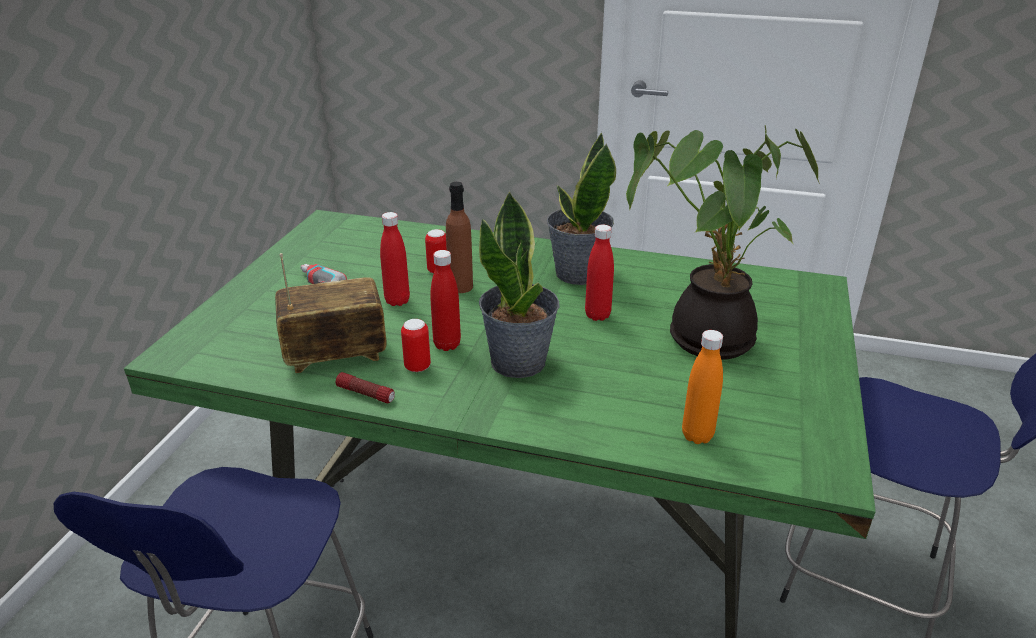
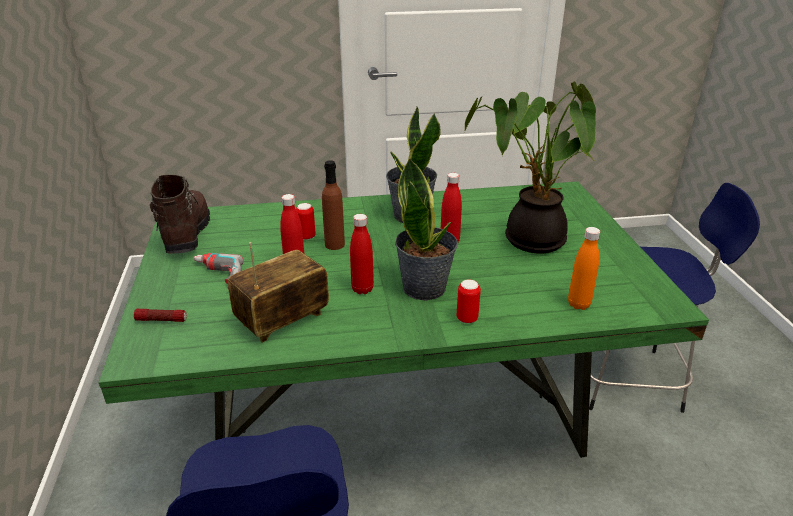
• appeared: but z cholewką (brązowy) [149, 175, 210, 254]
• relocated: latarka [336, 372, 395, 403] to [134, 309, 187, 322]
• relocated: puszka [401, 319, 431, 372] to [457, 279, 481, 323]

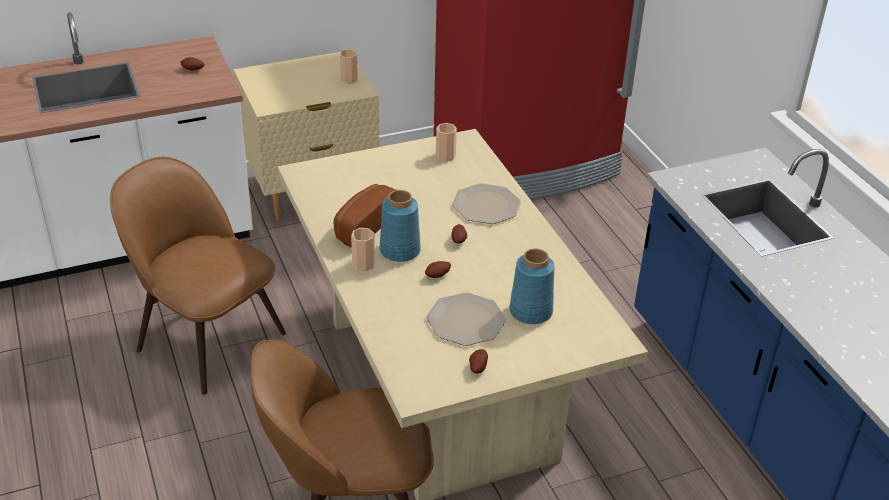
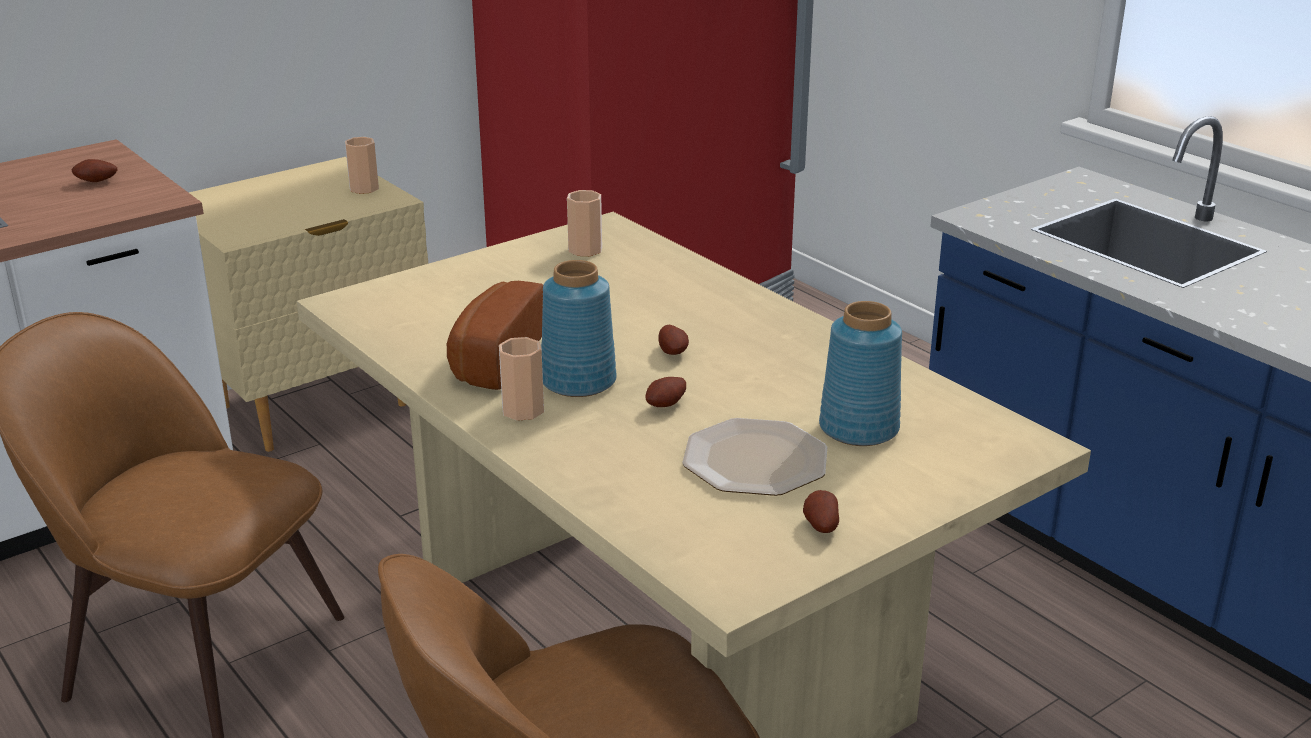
• missing: talerz [452, 183, 521, 224]

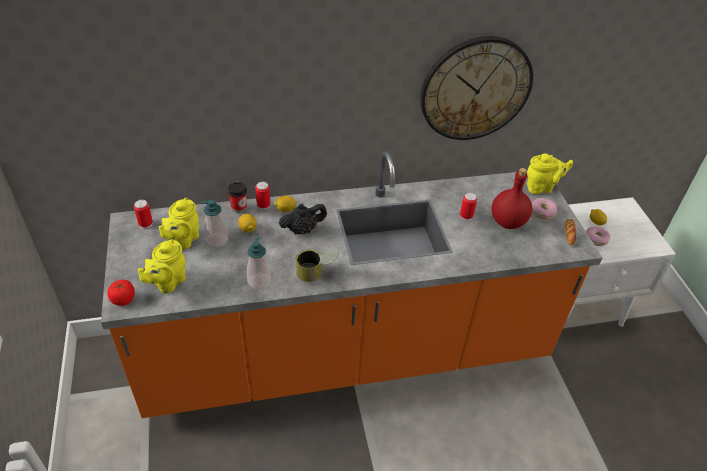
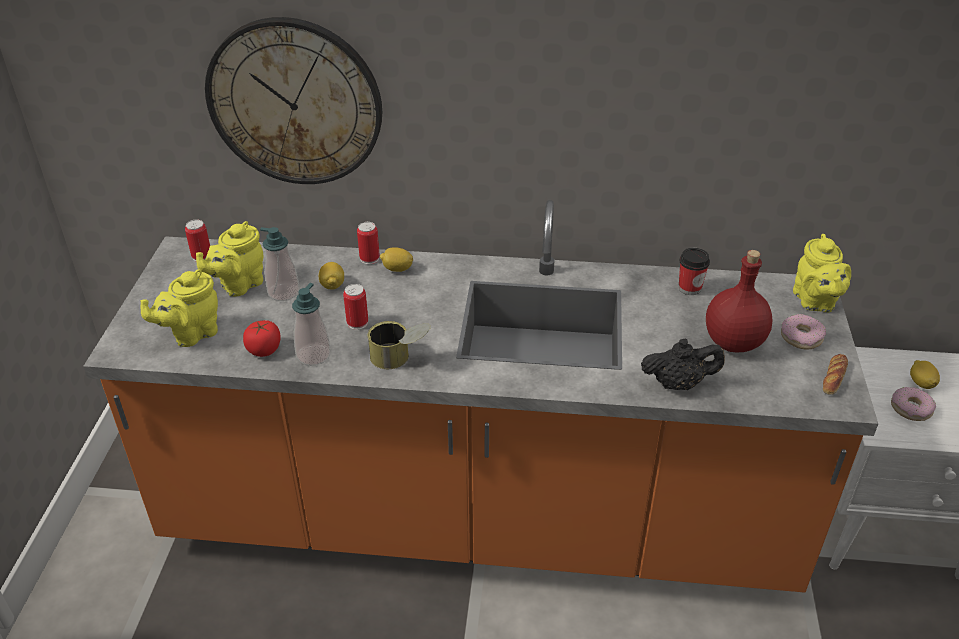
• relocated: pomidor [107, 280, 135, 306] to [243, 320, 280, 357]
• relocated: filiżanka [227, 182, 247, 213] to [679, 248, 710, 295]
• relocated: imbryk (czarny) [279, 204, 327, 234] to [641, 339, 725, 390]
• relocated: zegar ścienny [420, 36, 533, 140] to [205, 17, 382, 184]
• relocated: puszka [460, 193, 477, 221] to [343, 284, 368, 330]
• spun: imbryk (żółty) [527, 153, 573, 194] = [793, 234, 851, 312] 75 degrees clockwise

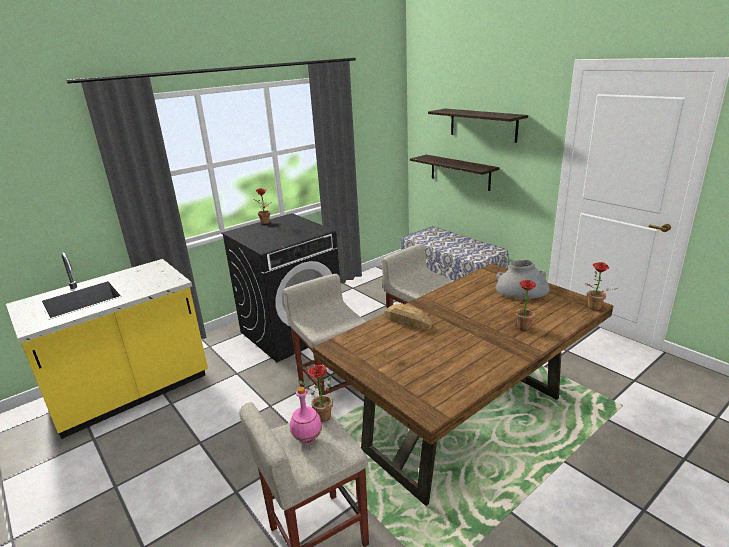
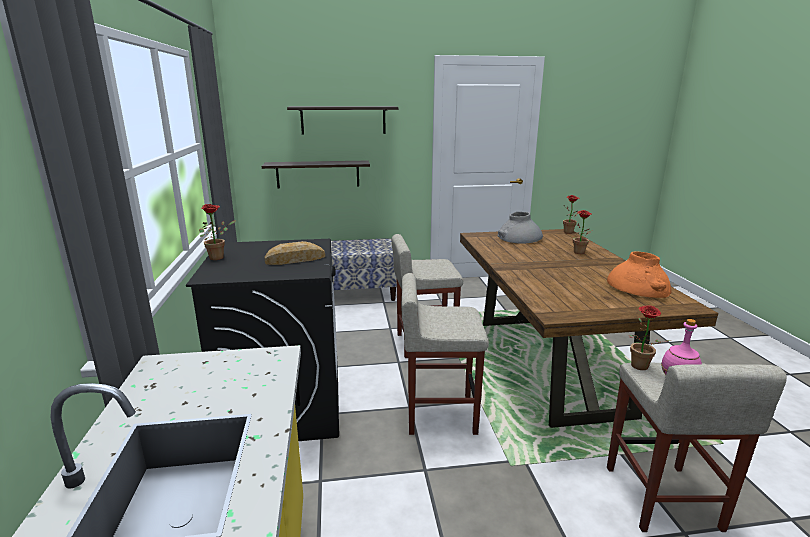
• appeared: wazon (pomarańczowy) [607, 252, 671, 298]
• relocated: chleb [385, 304, 432, 330] to [264, 241, 325, 265]

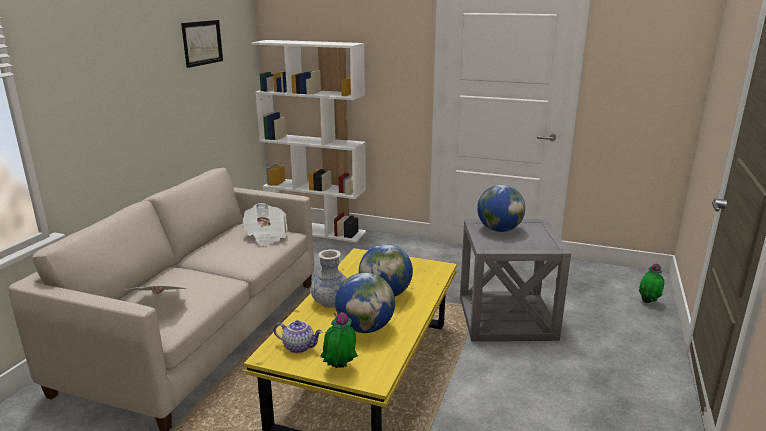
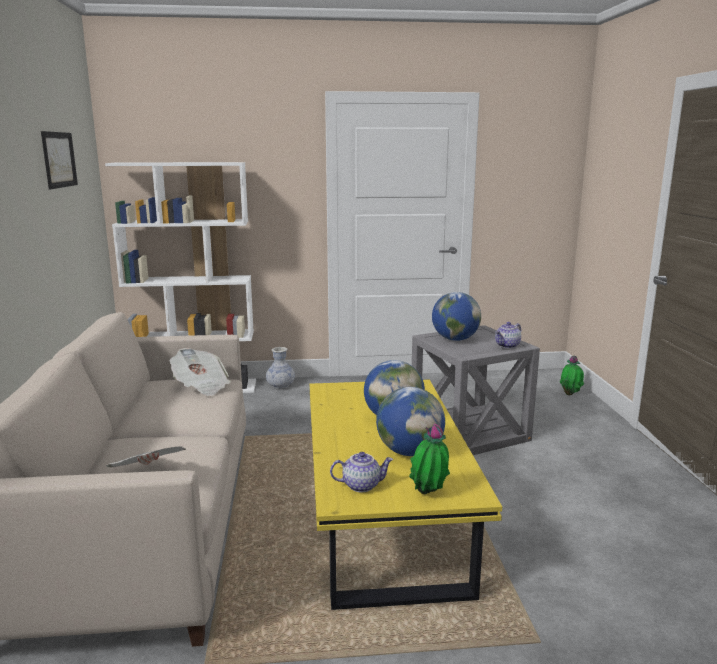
• appeared: imbryk [495, 322, 521, 349]
• relocated: wazon [311, 249, 347, 308] to [266, 347, 295, 389]

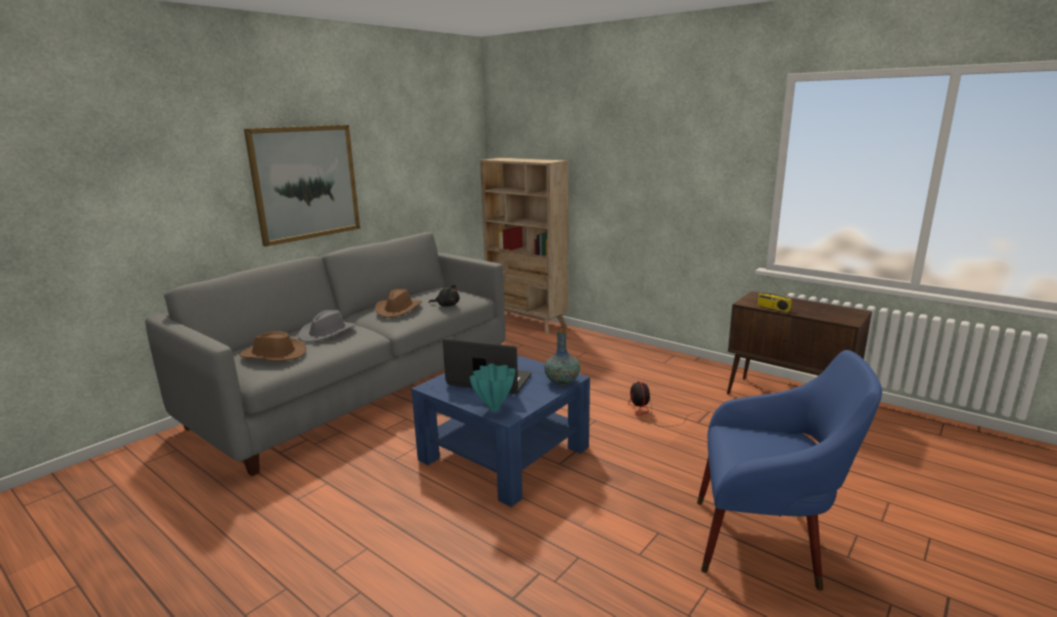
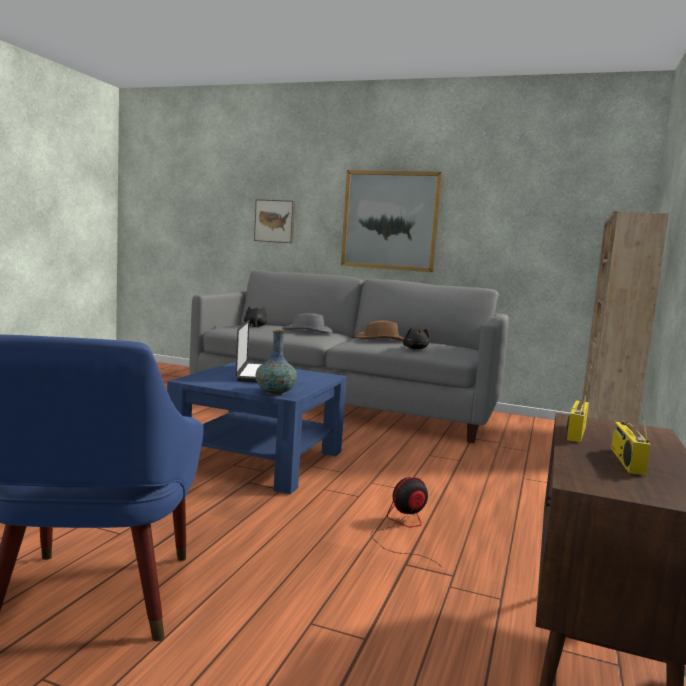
• missing: wazon (turkusowy) [470, 363, 515, 411]
• appeared: obraz [254, 199, 295, 243]
• appeared: radio [611, 381, 651, 475]
• exchanged: kapelusz (brązowy) [240, 331, 306, 361] to pluszak (czarny) [244, 306, 267, 327]

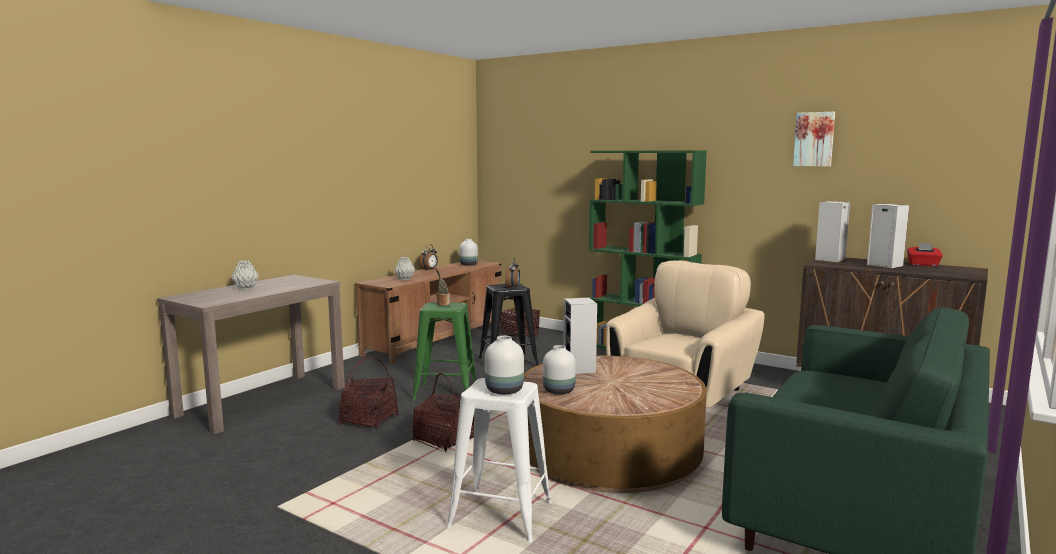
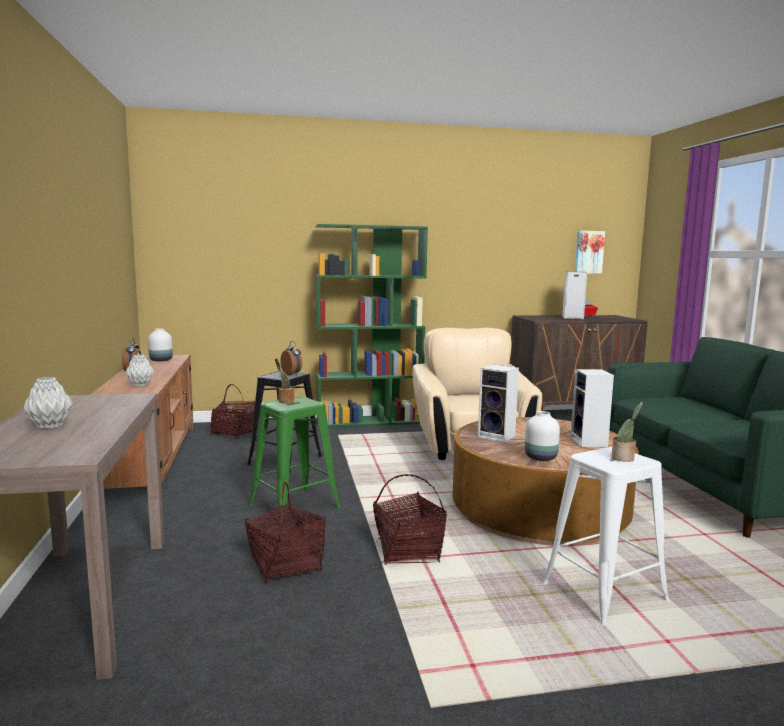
• relocated: obraz [793, 112, 835, 167] to [575, 231, 605, 274]
• relocated: głośnik [815, 201, 850, 262] to [570, 369, 614, 447]
• exchanged: wazon (biały) [485, 336, 524, 394] to roślina doniczkowa [611, 402, 642, 462]

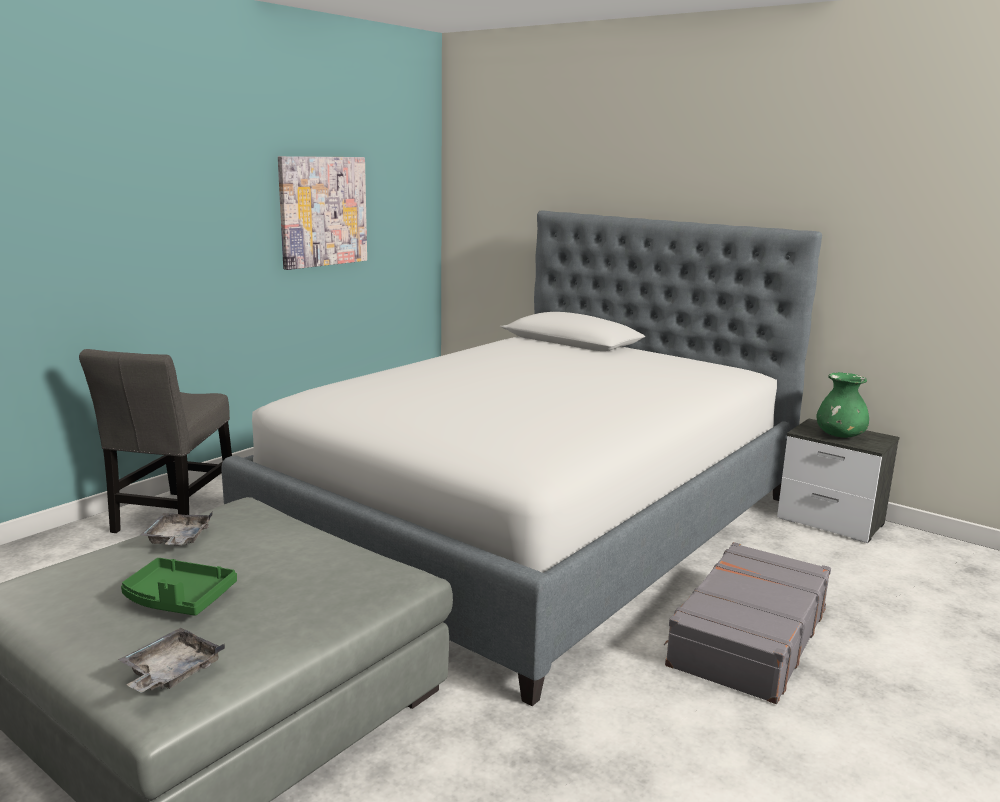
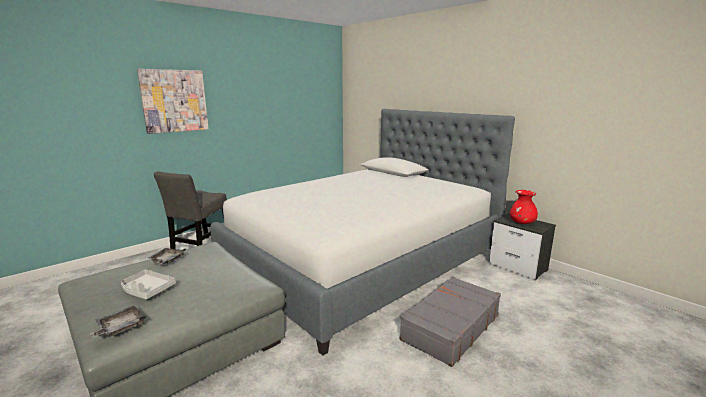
• relocated: obraz [278, 156, 367, 270] to [137, 69, 209, 134]
• colour: taca (zielony) [121, 558, 237, 616] to taca (szary) [121, 270, 176, 300]
• colour: wazon (zielony) [816, 372, 869, 438] to wazon (czerwony) [510, 190, 538, 224]

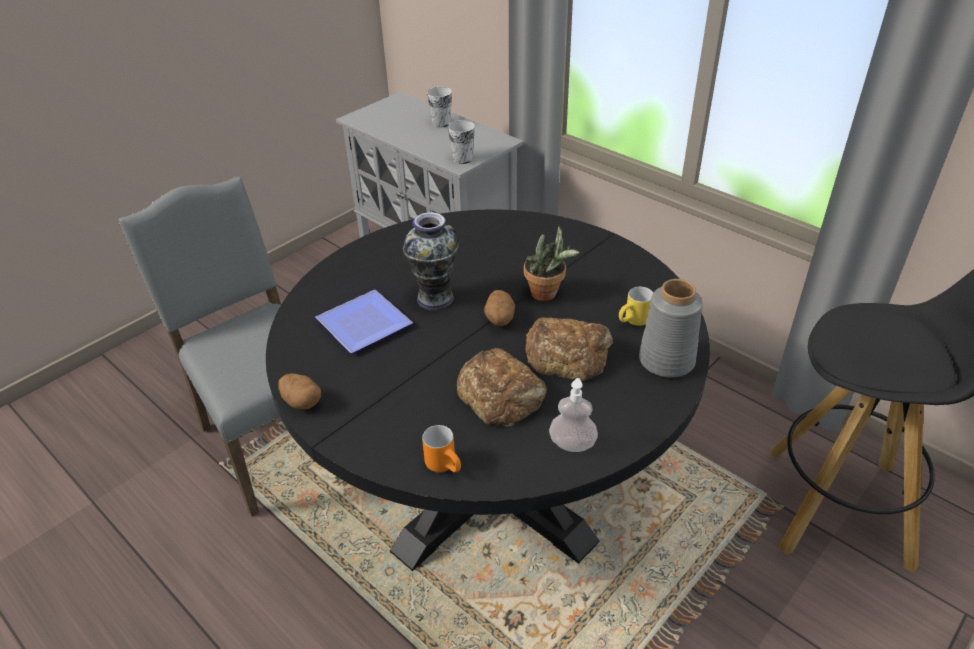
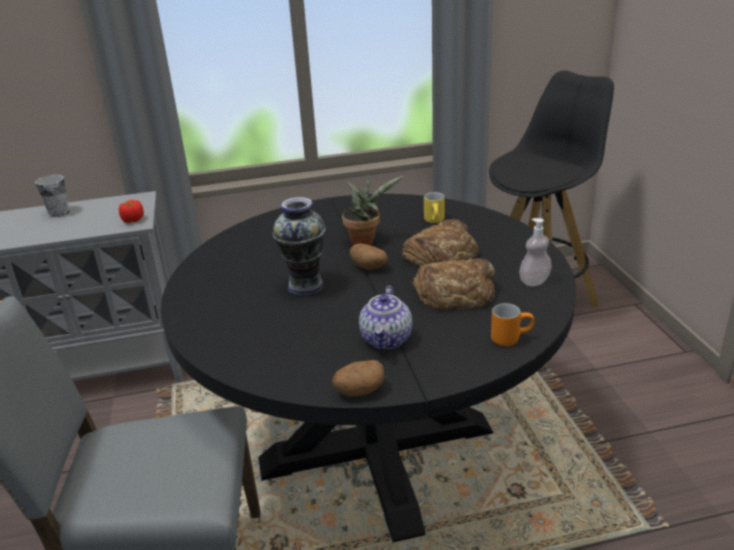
• missing: talerz [315, 290, 413, 353]
• missing: wazon (szary) [639, 279, 703, 378]
• appeared: imbryk [359, 286, 412, 350]
• exchanged: filiżanka [448, 120, 475, 164] to pomidor [119, 200, 144, 223]

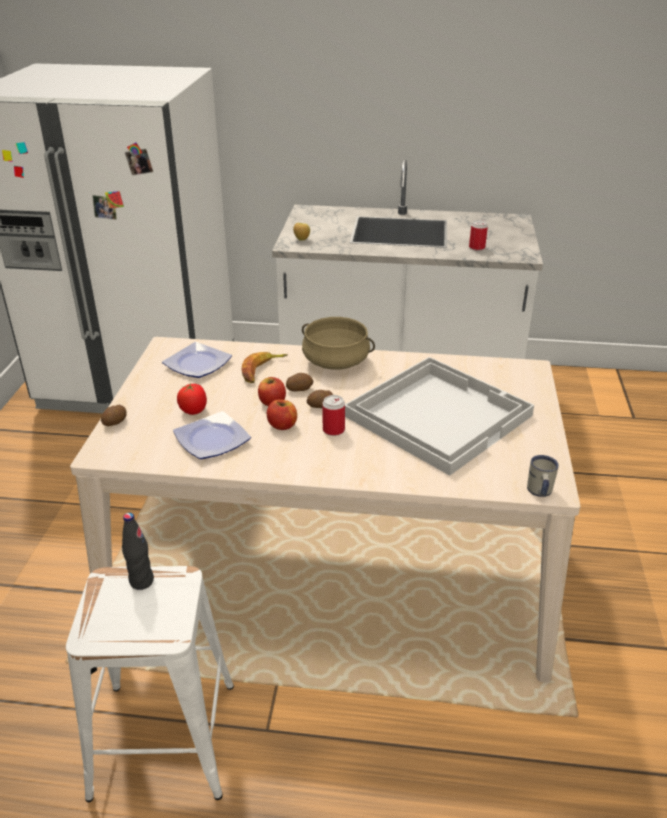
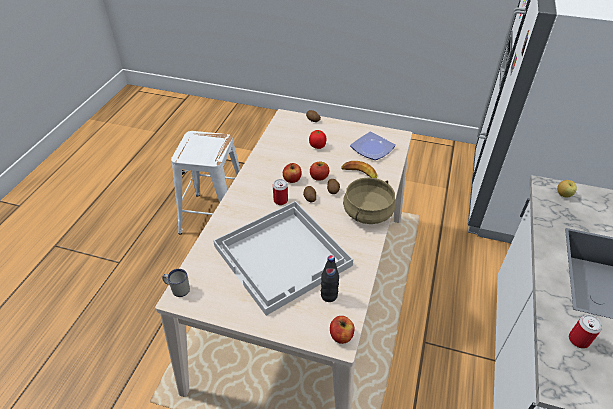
• missing: talerz [173, 411, 251, 459]
• appeared: jabłko [330, 316, 355, 344]
• relocated: butelka (czarny) [122, 513, 154, 590] to [321, 255, 339, 302]

